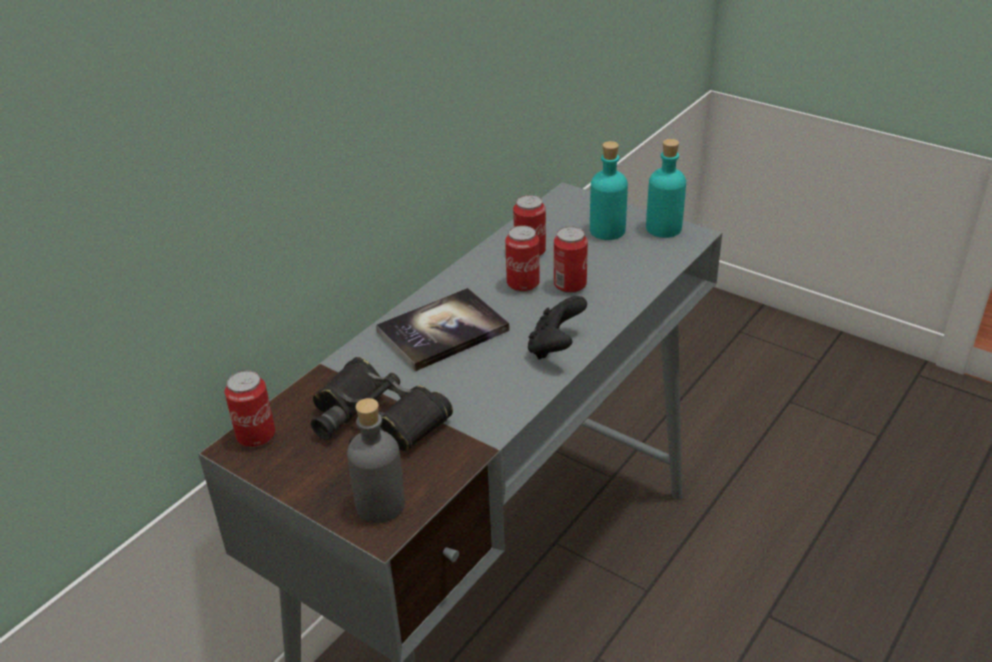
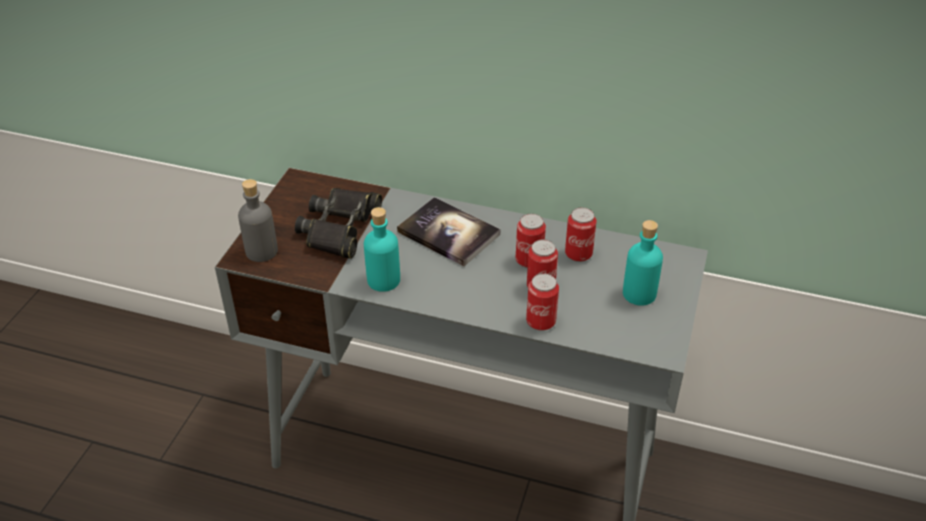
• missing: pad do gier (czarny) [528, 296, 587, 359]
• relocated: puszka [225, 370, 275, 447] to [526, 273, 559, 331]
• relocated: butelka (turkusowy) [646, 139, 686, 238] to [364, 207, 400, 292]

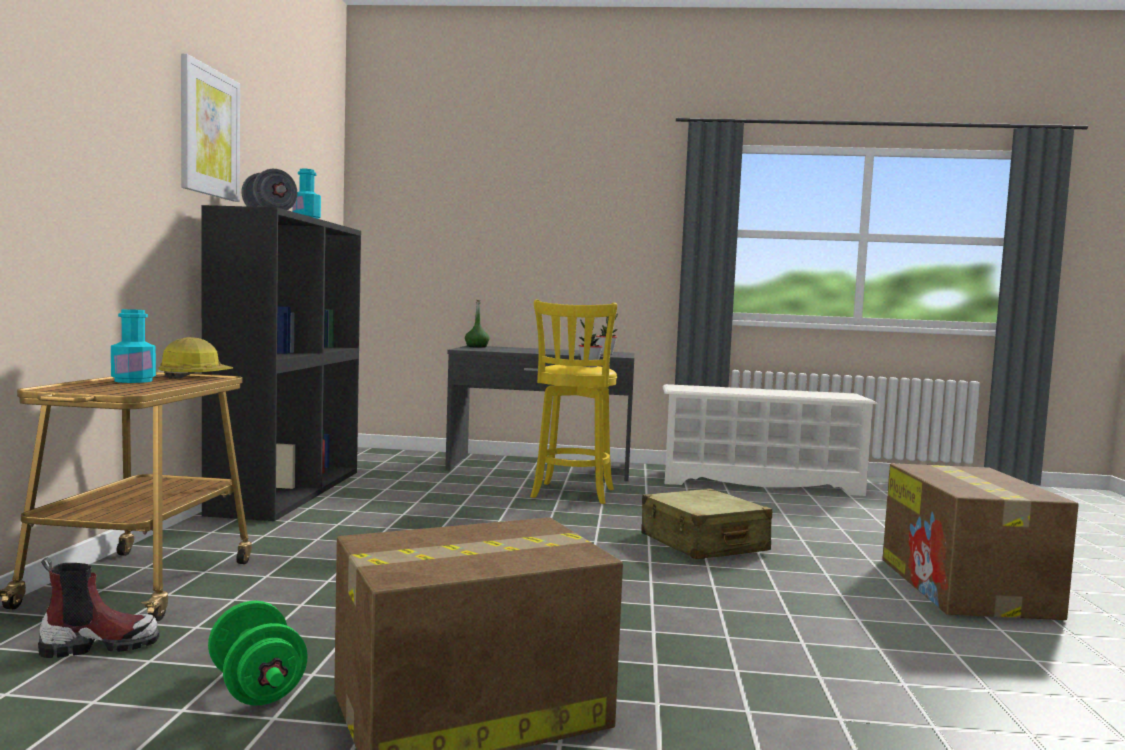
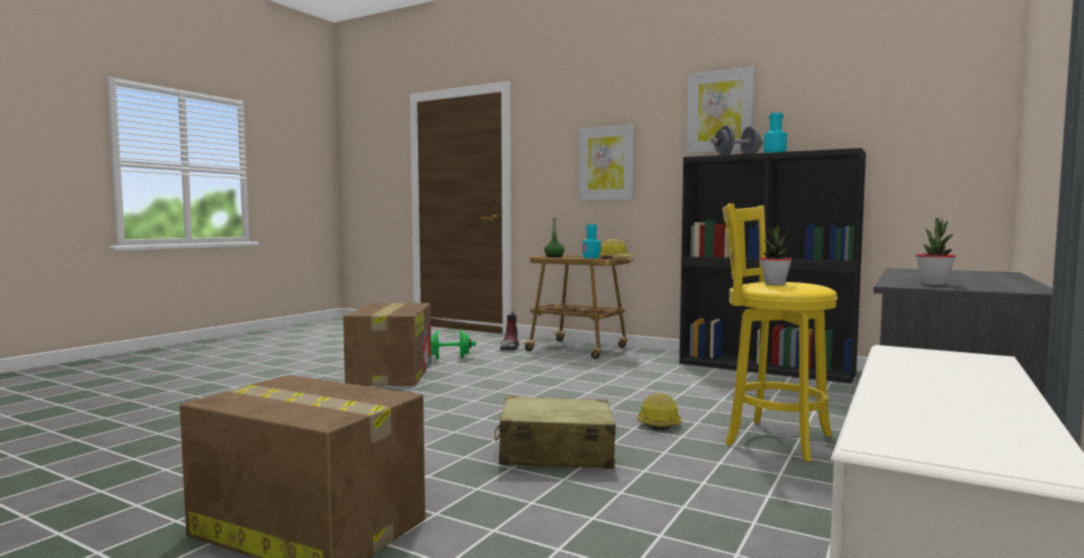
• appeared: obraz [579, 124, 635, 200]
• appeared: kask [637, 393, 681, 431]
• relocated: butelka (zielony) [465, 300, 490, 348] to [544, 218, 565, 257]

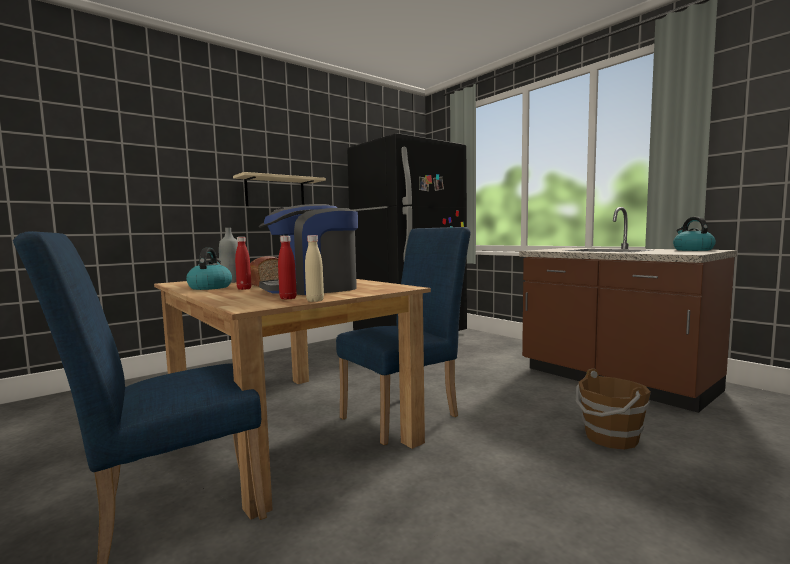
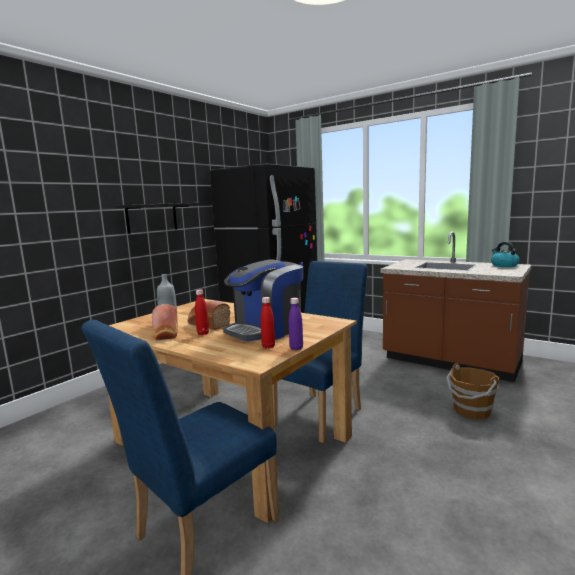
• exchanged: czajnik [186, 248, 232, 290] to chleb [152, 304, 178, 340]
• colour: półka (beżowy) [233, 172, 326, 206] to półka (czarny) [115, 203, 200, 234]
• colour: butelka (beżowy) [305, 235, 324, 302] to butelka (fioletowy) [289, 298, 303, 350]

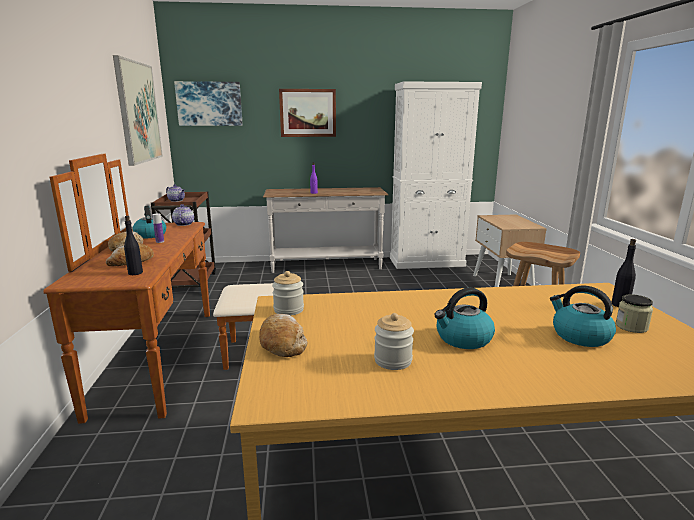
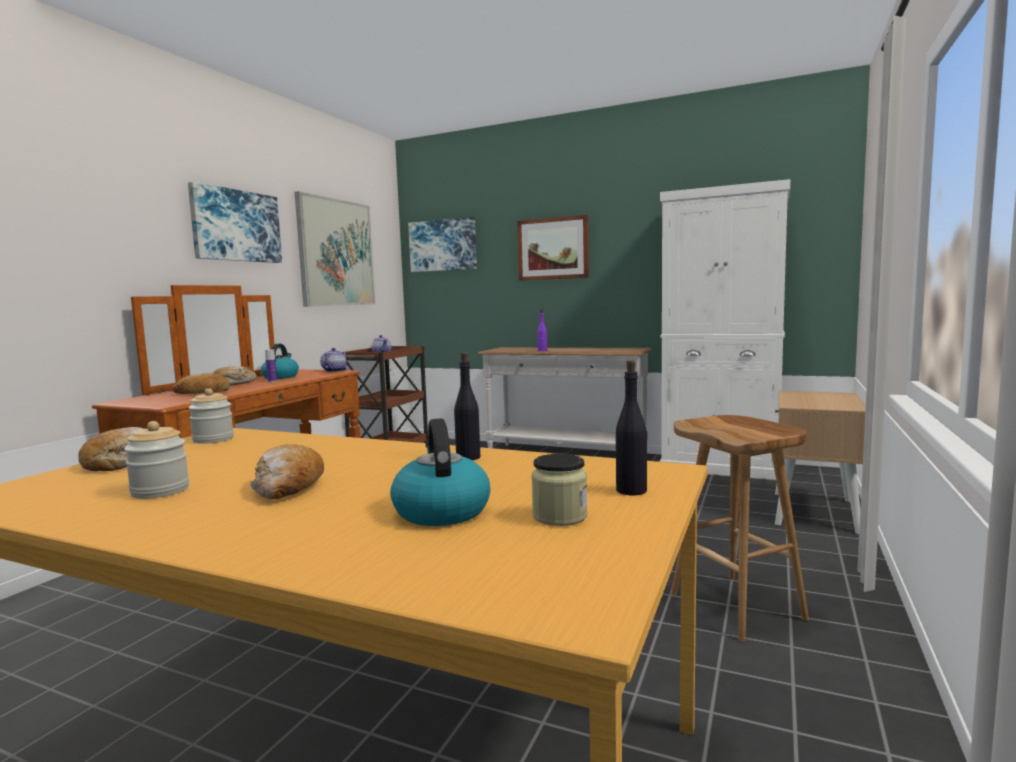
• appeared: obraz [188, 182, 282, 263]
• relocated: butelka (czarny) [124, 216, 143, 275] to [454, 352, 480, 460]
• exchanged: czajnik [434, 288, 495, 349] to chleb [251, 444, 324, 499]

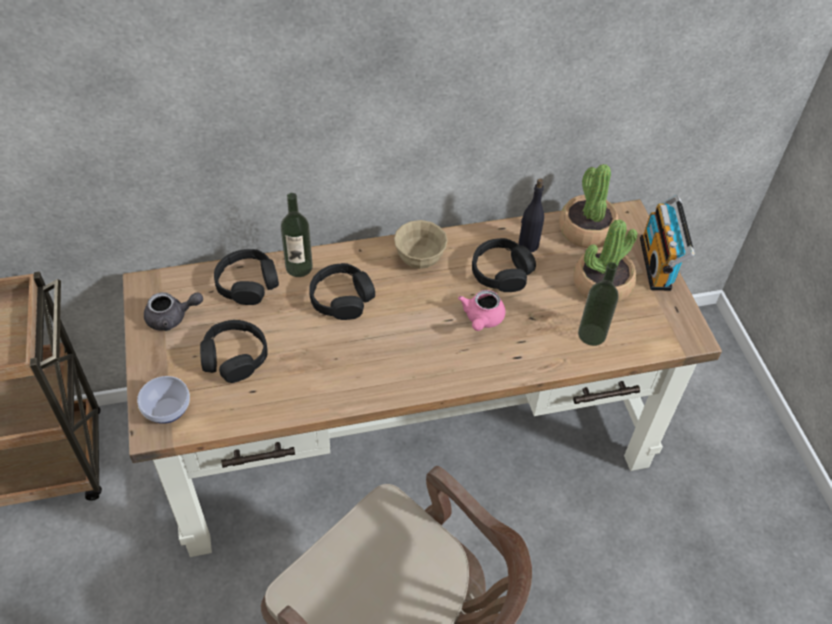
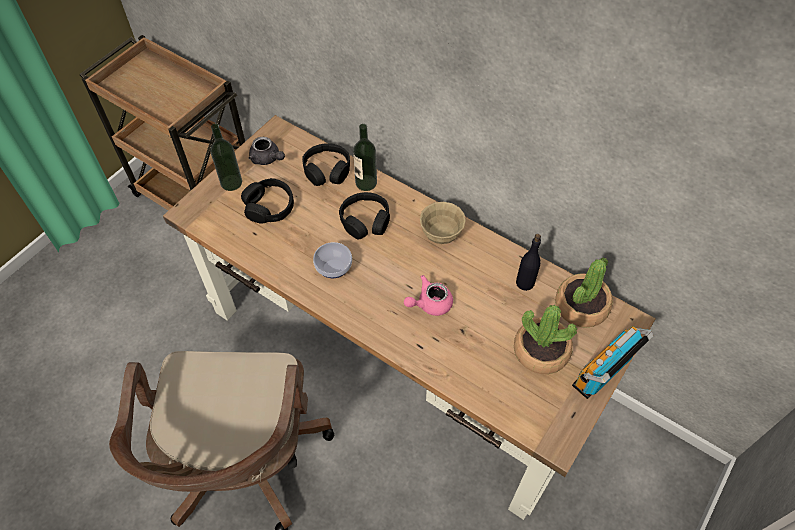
• missing: słuchawki (czarny) [472, 238, 536, 292]
• relocated: miska [137, 376, 190, 424] to [313, 242, 352, 278]
• relocated: butelka [578, 262, 619, 346] to [211, 124, 242, 191]

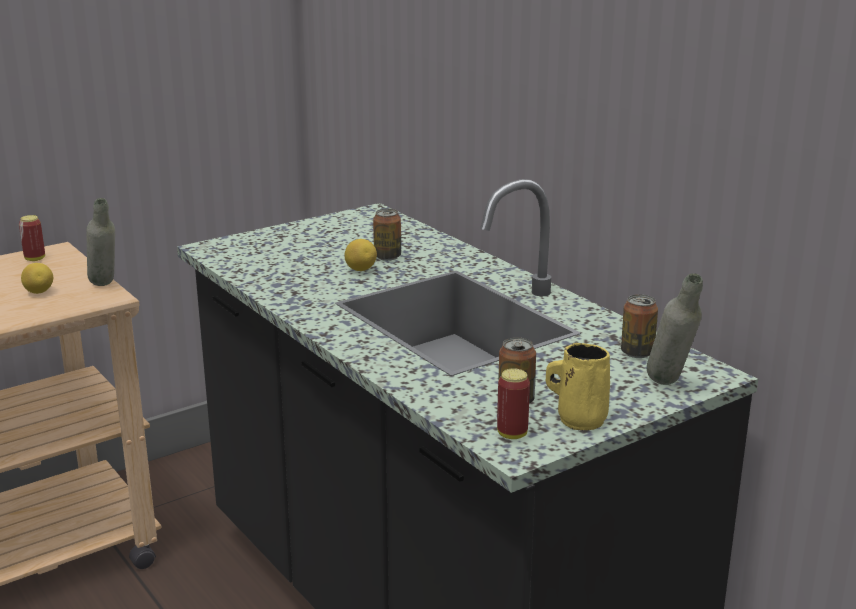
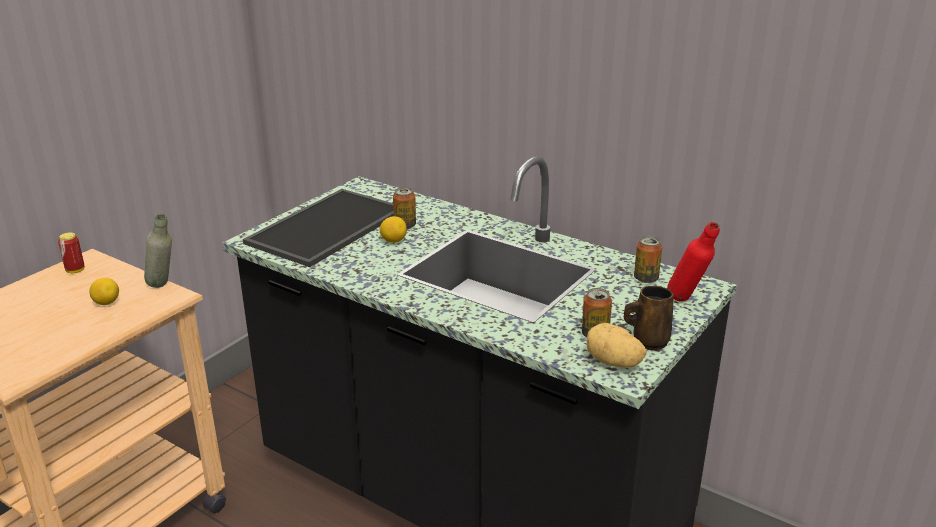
• appeared: taca [243, 189, 394, 267]
• exchanged: puszka [497, 368, 530, 439] to ziemniak [586, 323, 646, 368]
• colour: kubek (żółty) [546, 343, 610, 430] to kubek (brązowy) [624, 286, 674, 350]
• colour: butelka (szary) [647, 273, 703, 385] to butelka (czerwony) [667, 222, 720, 302]

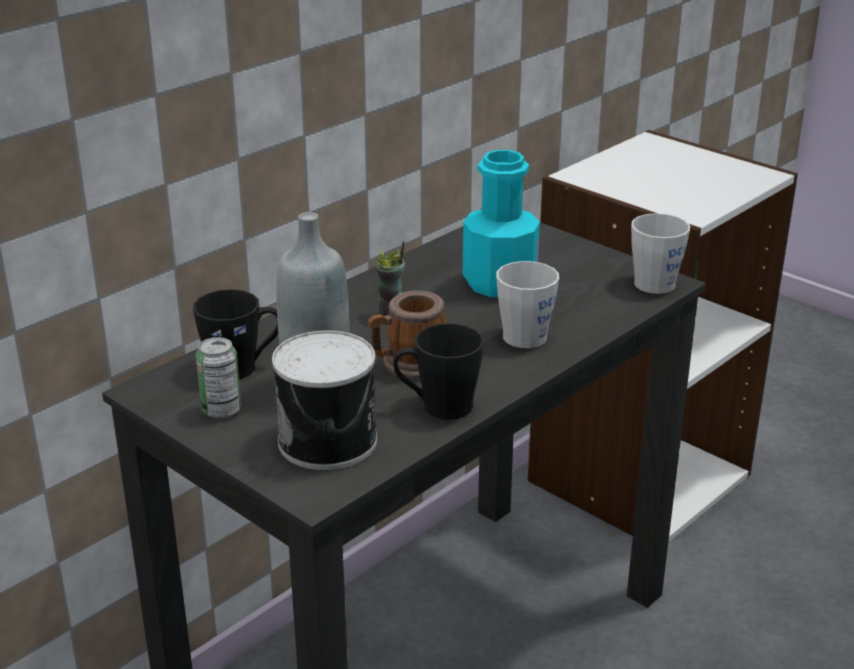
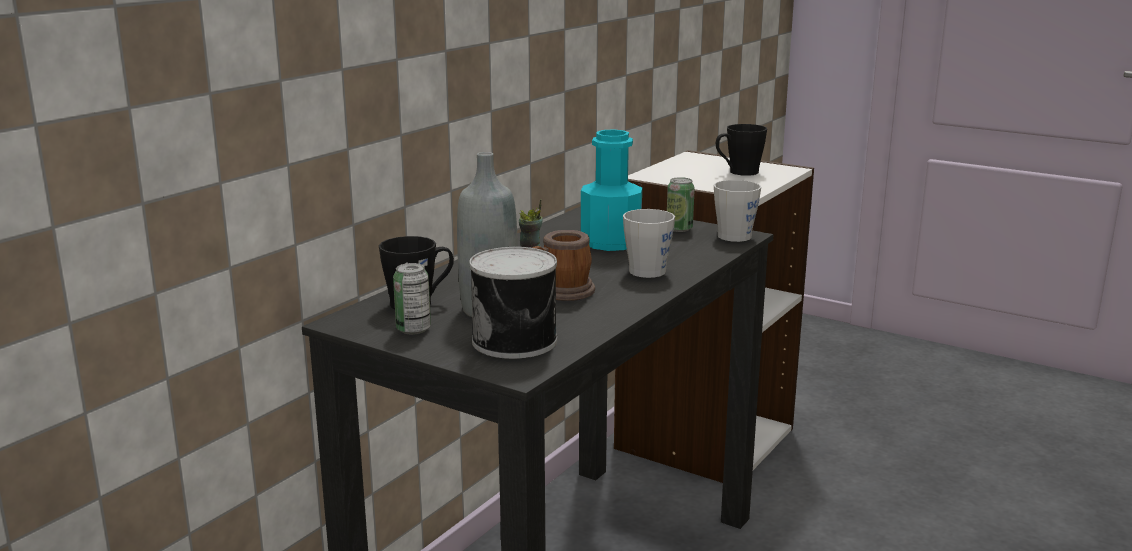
• appeared: puszka [667, 177, 695, 232]
• relocated: kubek (czarny) [393, 323, 484, 420] to [716, 124, 767, 176]

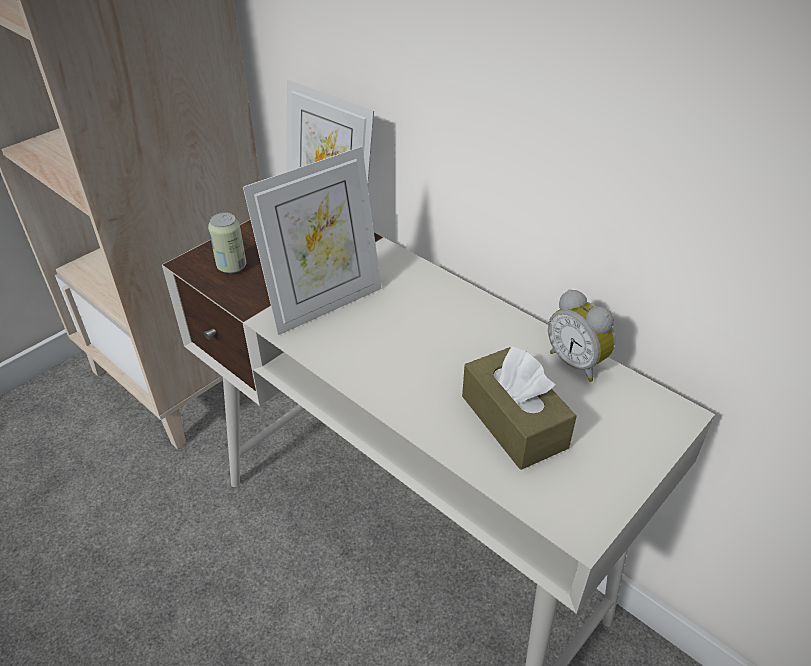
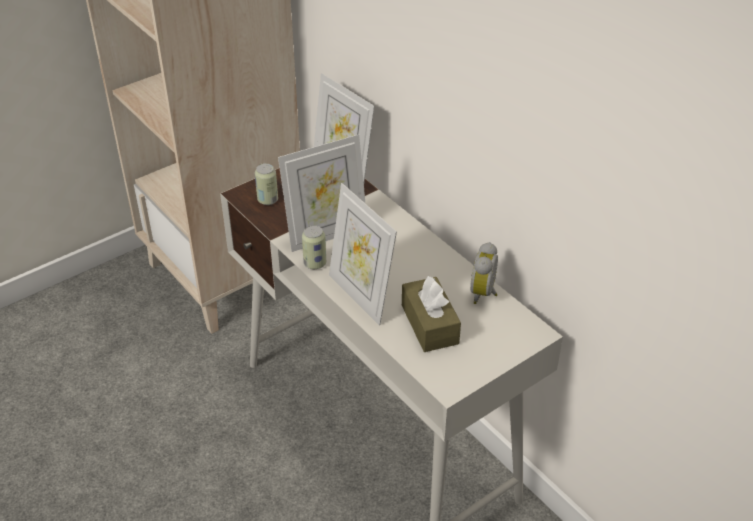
• appeared: puszka [302, 225, 326, 269]
• appeared: ramka na zdjęcie [329, 183, 397, 326]
• spun: budzik [548, 289, 615, 382] = [470, 242, 498, 304] 45 degrees clockwise

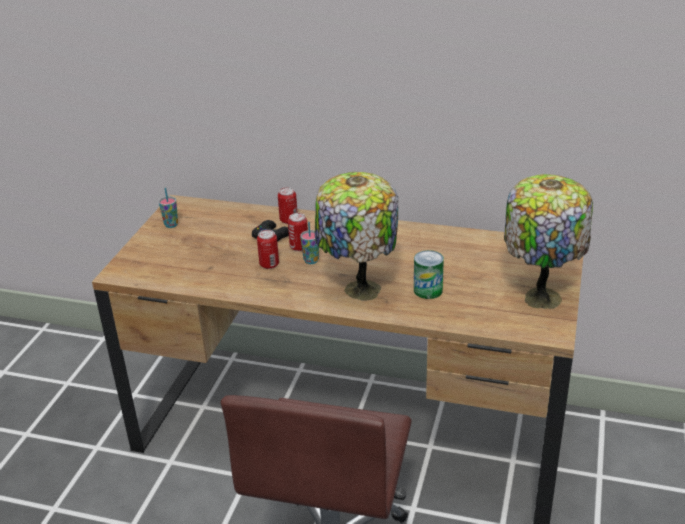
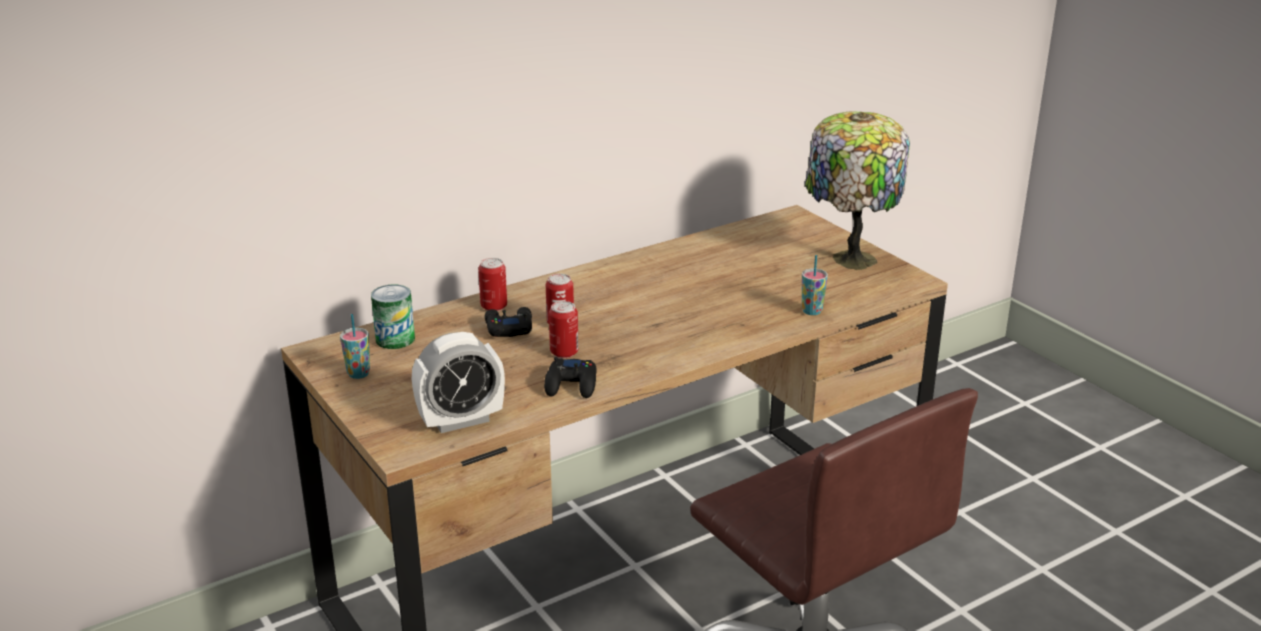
• missing: lampa stołowa [315, 172, 398, 301]
• appeared: budzik [412, 332, 505, 433]
• appeared: pad do gier (czarny) [544, 357, 597, 398]
• relocated: filiżanka [300, 222, 319, 264] to [802, 255, 828, 315]
• relocated: puszka [414, 250, 444, 299] to [371, 284, 415, 349]

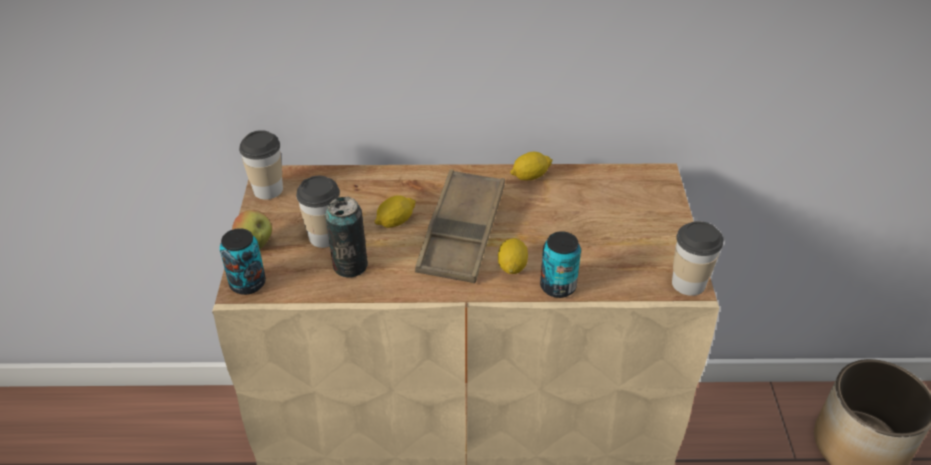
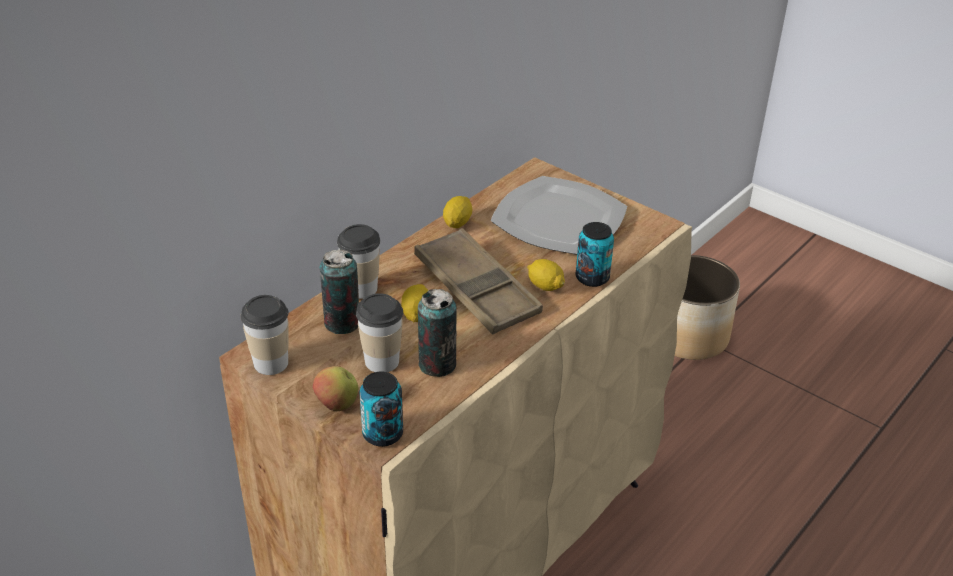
• appeared: puszka [319, 250, 359, 334]
• appeared: talerz [490, 176, 627, 255]
• relocated: filiżanka [672, 221, 723, 296] to [337, 224, 380, 299]

